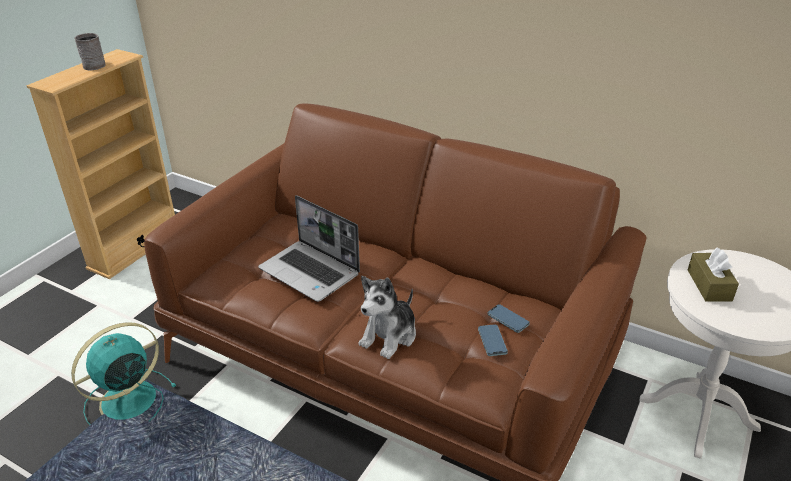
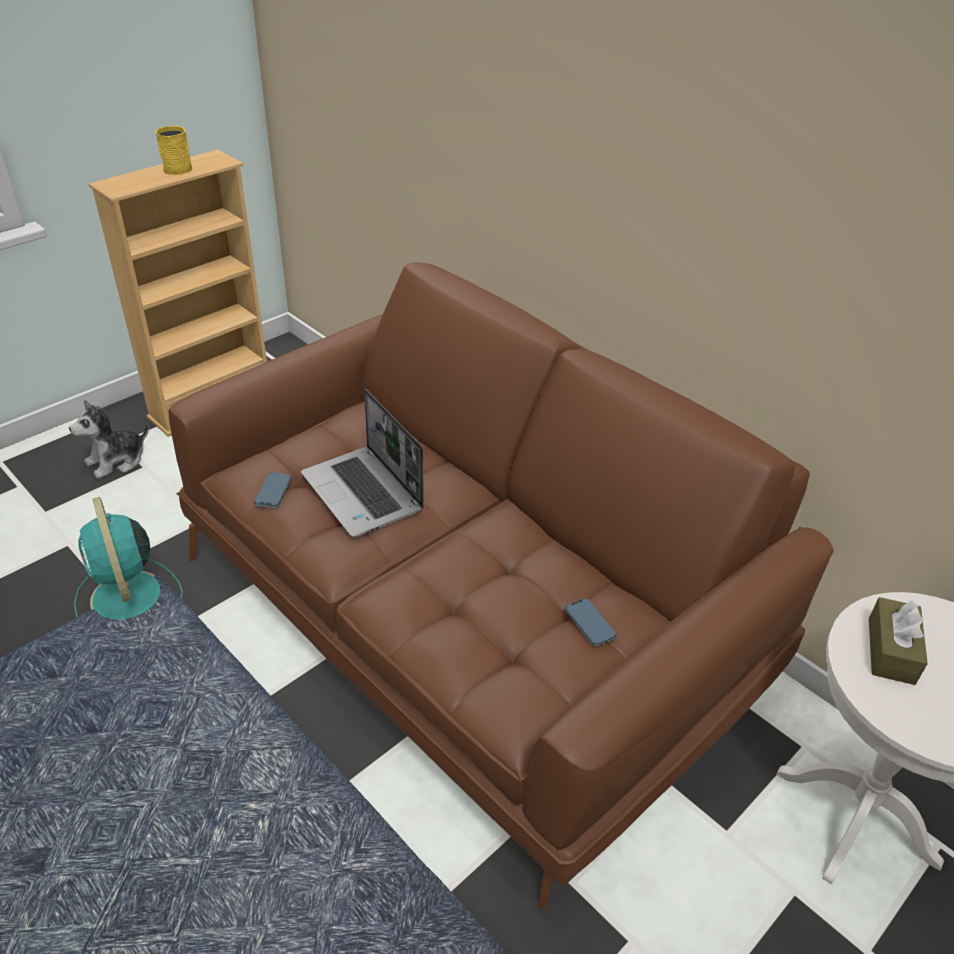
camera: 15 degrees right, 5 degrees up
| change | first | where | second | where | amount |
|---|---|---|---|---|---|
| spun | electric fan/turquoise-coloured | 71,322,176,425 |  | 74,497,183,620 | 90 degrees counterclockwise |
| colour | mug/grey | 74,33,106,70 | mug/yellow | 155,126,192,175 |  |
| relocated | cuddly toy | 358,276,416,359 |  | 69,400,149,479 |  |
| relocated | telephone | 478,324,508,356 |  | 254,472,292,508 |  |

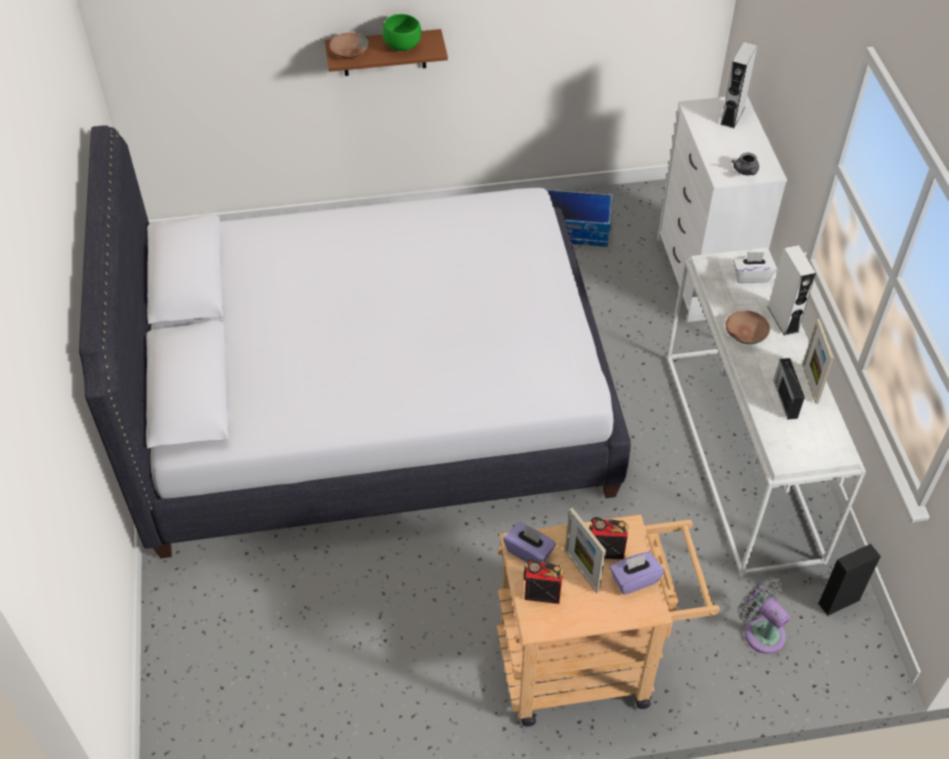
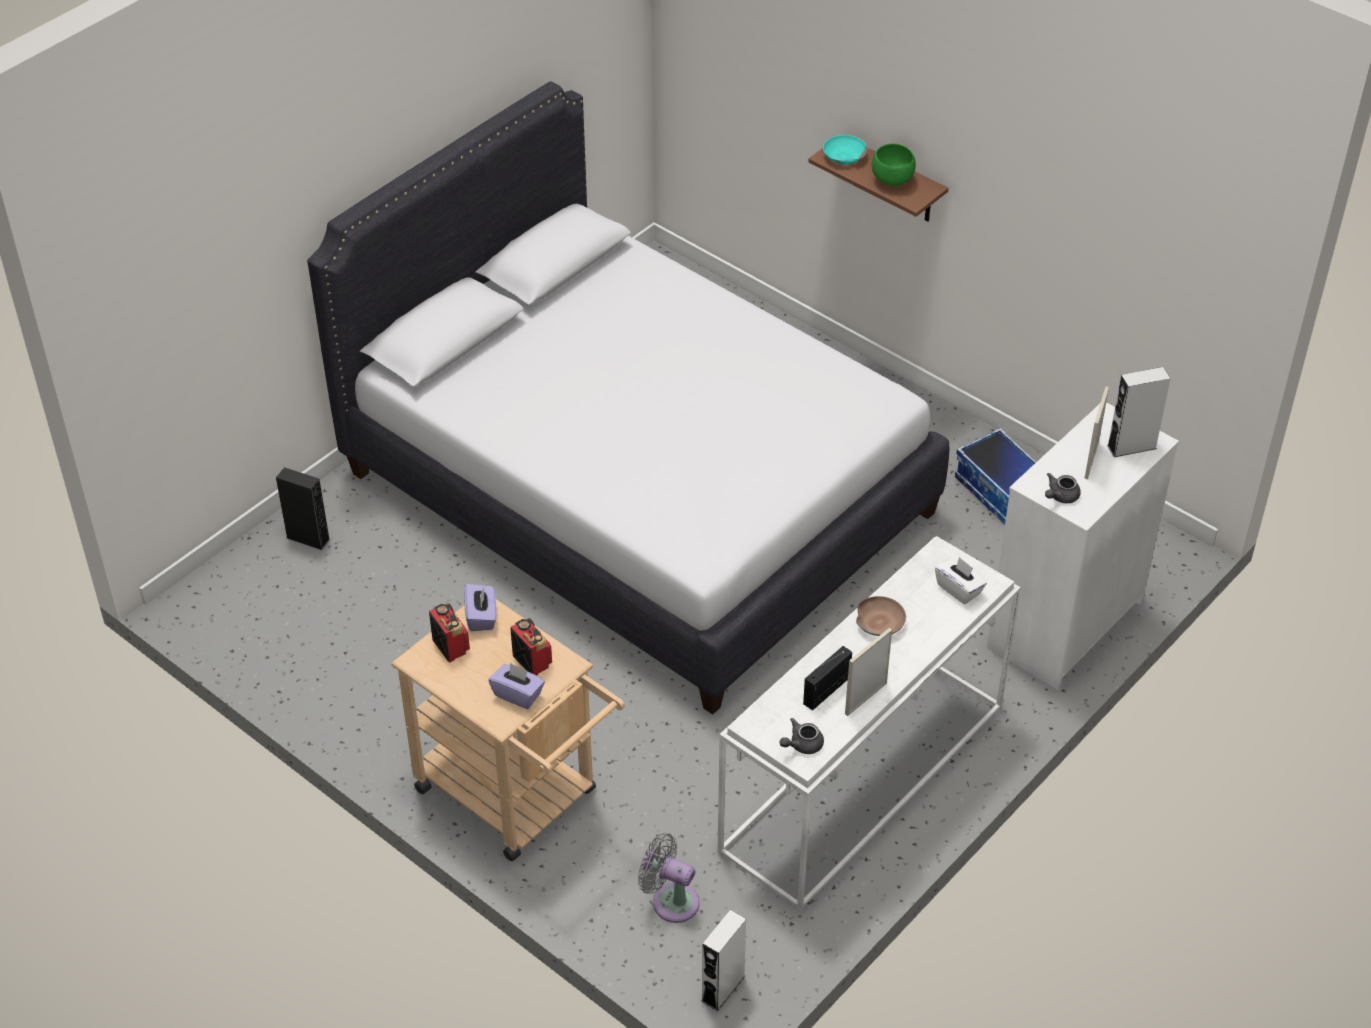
camera: 50 degrees right, 5 degrees down
| change | first | where | second | where | amount |
|---|---|---|---|---|---|
| colour | deep dish/brownish | 329,32,369,59 | deep dish/turquoise-coloured | 823,135,867,165 |  |
| relocated | photo frame | 565,508,606,593 |  | 1084,387,1109,479 |  |
| spun | electric fan/grey | 738,577,790,654 |  | 638,833,700,923 | 75 degrees counterclockwise |
| relocated | audio speaker/white-coloured | 767,245,816,335 |  | 701,910,746,1011 |  |
| relocated | audio speaker/black | 818,544,881,616 |  | 276,467,330,550 |  |
| appeared |  |  | teapot/grey | 779,718,824,754 |  |

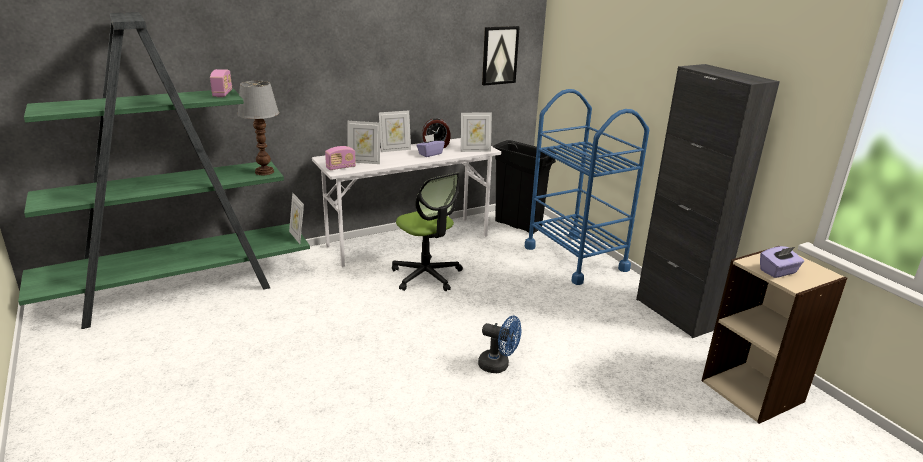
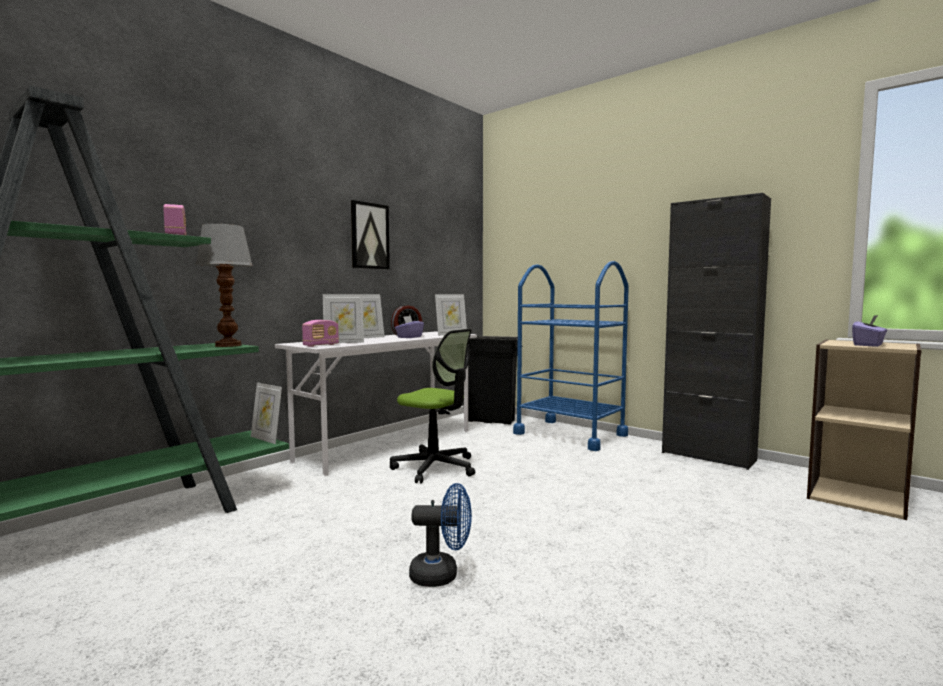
camera: 20 degrees left, 20 degrees down
| change | first | where | second | where | amount |
|---|---|---|---|---|---|
| relocated | electric fan/bluish | 478,316,522,373 |  | 409,483,472,587 |  |
| relocated | wall picture | 482,26,520,85 |  | 351,200,390,269 |  |

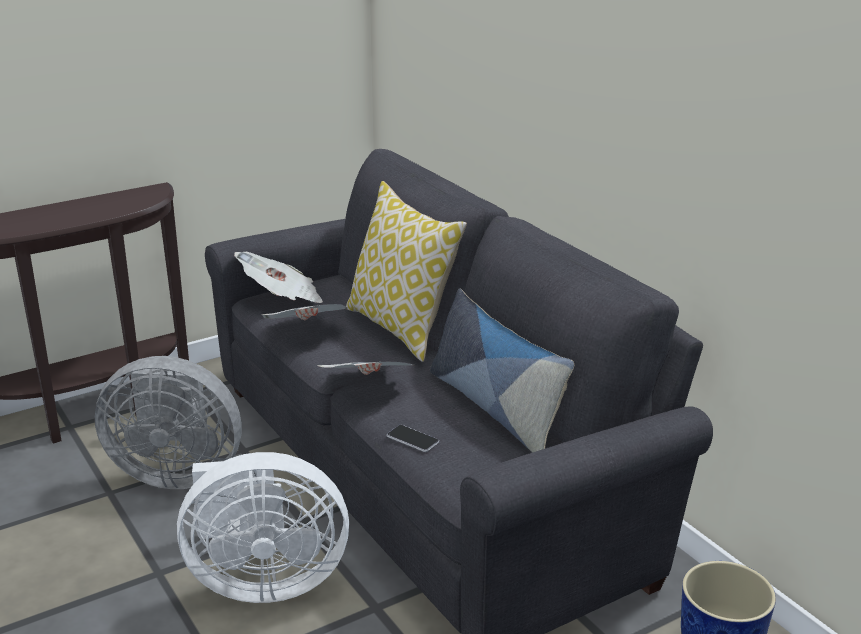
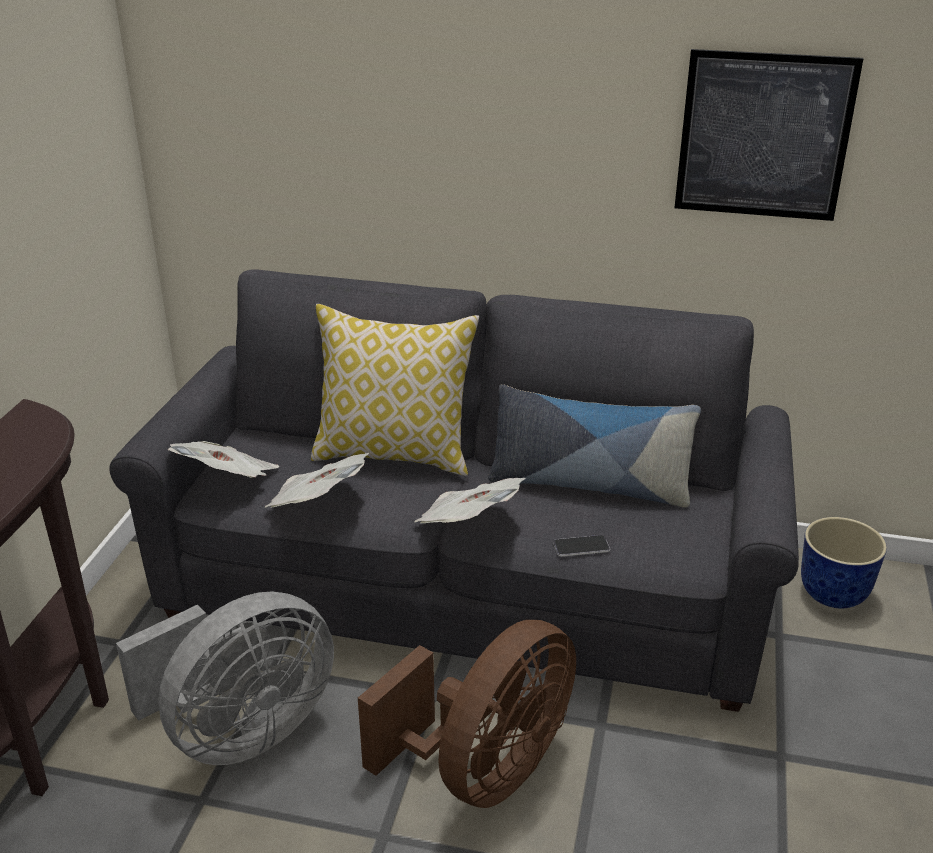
camera: 45 degrees left, 5 degrees up
| change | first | where | second | where | amount |
|---|---|---|---|---|---|
| colour | electric fan/white-coloured | 177,452,349,603 | electric fan/brownish | 358,620,576,808 |  |
| appeared |  |  | wall picture | 674,49,863,221 |  |

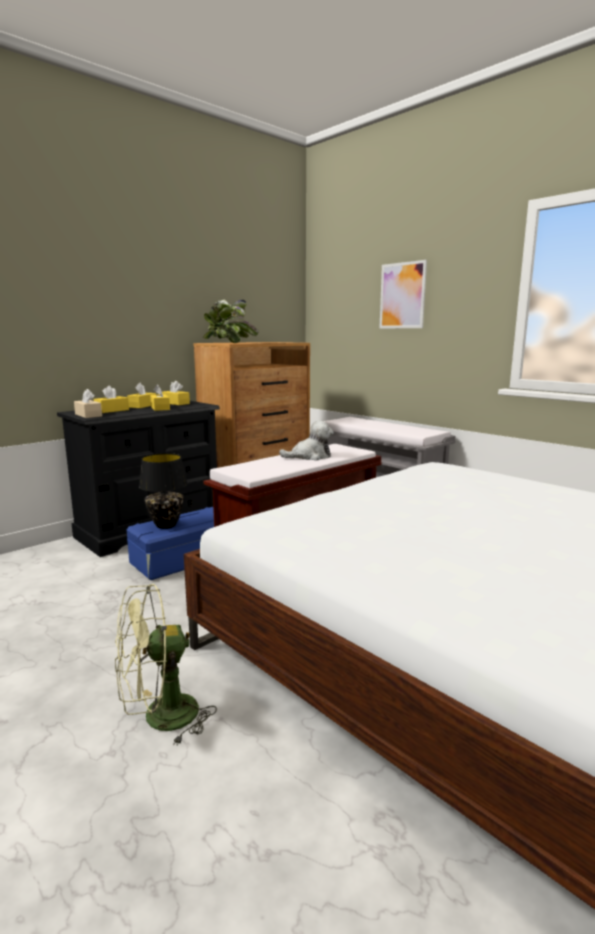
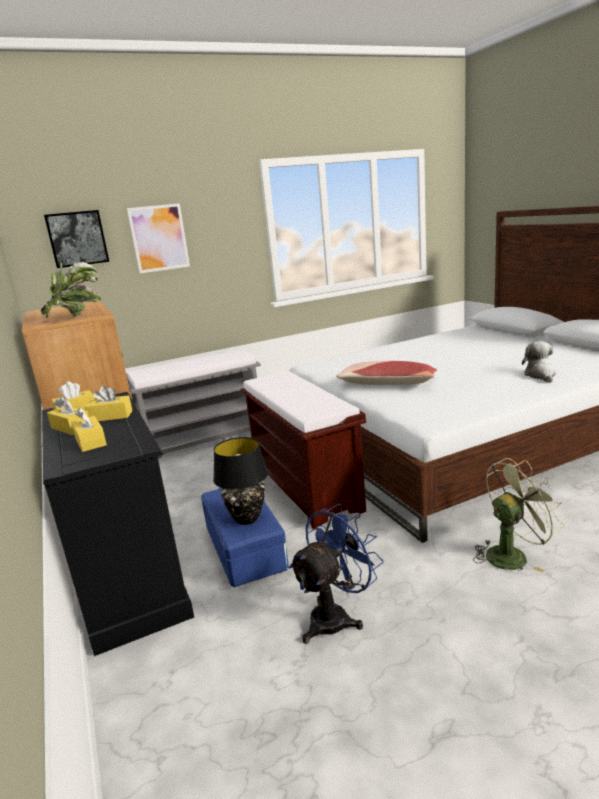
camera: 70 degrees left, 5 degrees up
| change | first | where | second | where | amount |
|---|---|---|---|---|---|
| missing | tissue holder/beige | 74,389,102,418 |  |  |  |
| spun | electric fan/green | 115,584,217,746 |  | 473,458,564,573 | 105 degrees counterclockwise |
| relocated | cuddly toy | 279,421,334,461 |  | 522,341,556,383 |  |
| appeared |  |  | wall picture | 44,210,109,268 |  |
| appeared |  |  | electric fan/bluish | 289,504,384,644 |  |
| appeared |  |  | cushion | 336,361,438,385 |  |

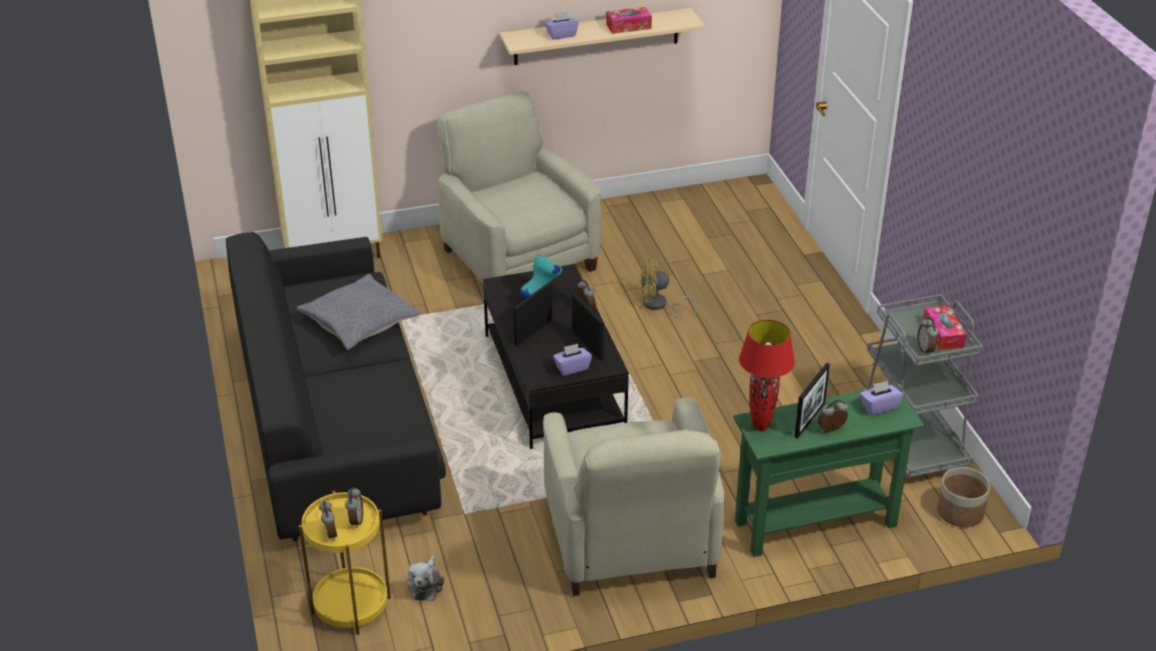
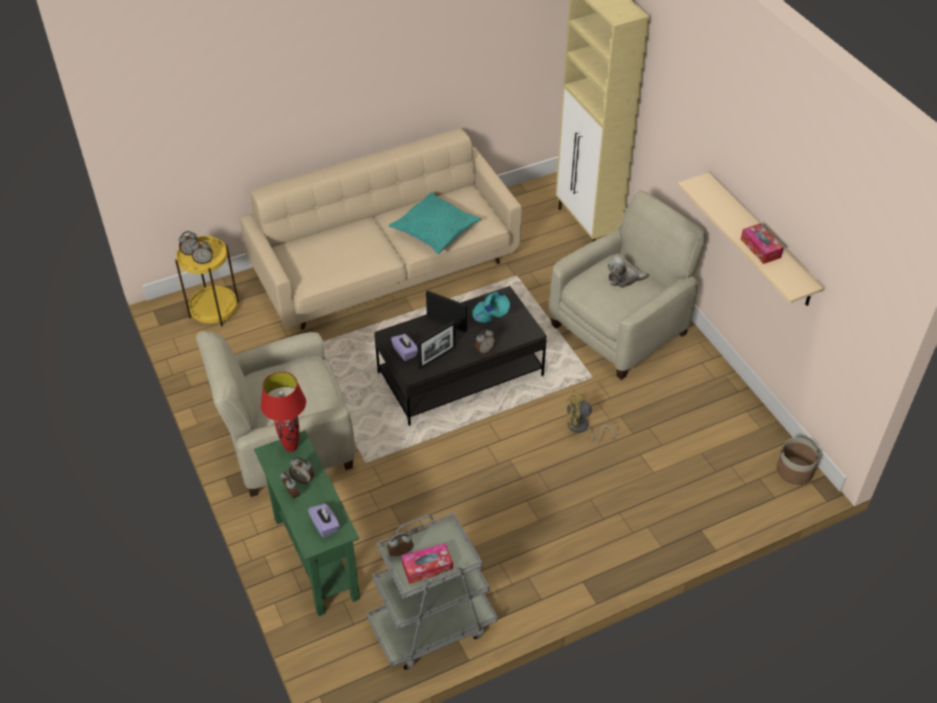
camera: 80 degrees right, 10 degrees up
| change | first | where | second | where | amount |
|---|---|---|---|---|---|
| colour | settee/black | 226,232,446,541 | settee/beige | 240,129,522,330 |  |
| colour | cushion/grey | 297,274,421,350 | cushion/turquoise-coloured | 389,192,481,254 |  |
| relocated | cuddly toy | 407,555,444,601 |  | 608,256,648,288 |  |
| missing | tissue holder/purple | 545,11,579,40 |  |  |  |
| spun | electric fan/yellow | 640,258,697,317 |  | 566,389,615,443 | 75 degrees counterclockwise |
| exchanged | photo frame | 794,362,830,438 | bedside clock | 289,457,314,484 |  |
| relocated | planter | 937,467,990,527 |  | 777,438,820,485 |  |

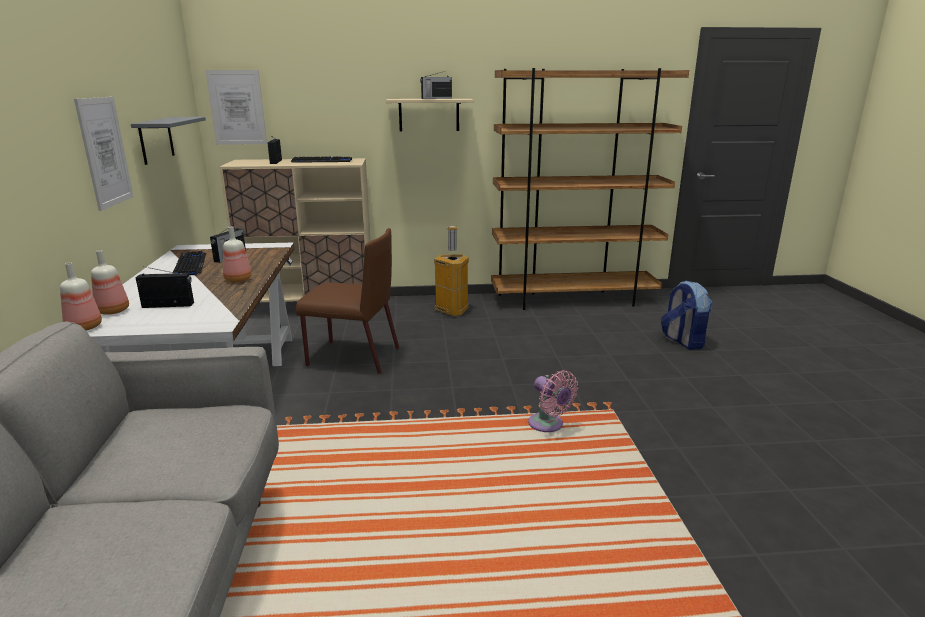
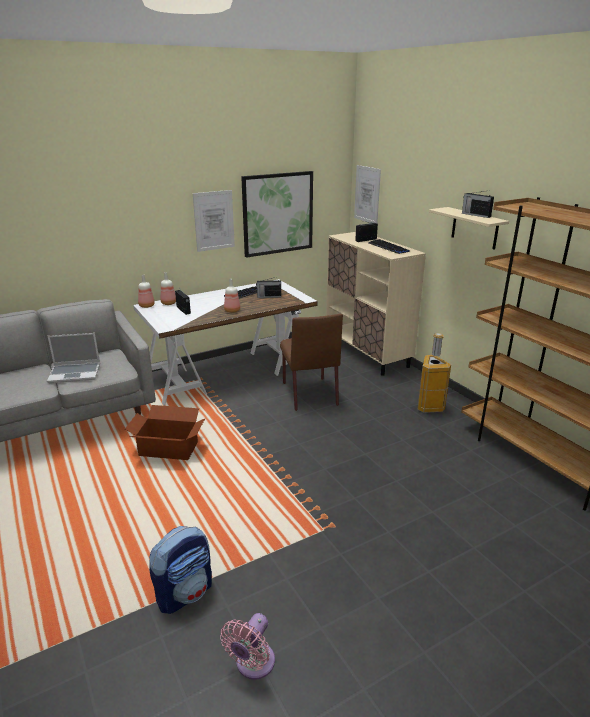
camera: 65 degrees right, 5 degrees up
| change | first | where | second | where | amount |
|---|---|---|---|---|---|
| exchanged | shelf/grey | 131,117,206,165 | wall picture | 241,171,313,258 |  |
| relocated | electric fan/pinkish | 528,370,578,432 |  | 220,613,275,680 |  |
| relocated | knapsack | 661,281,712,349 |  | 149,526,212,614 |  |
| appeared |  |  | laptop | 47,333,100,383 |  |
| appeared |  |  | cardboard box | 125,405,205,460 |  |

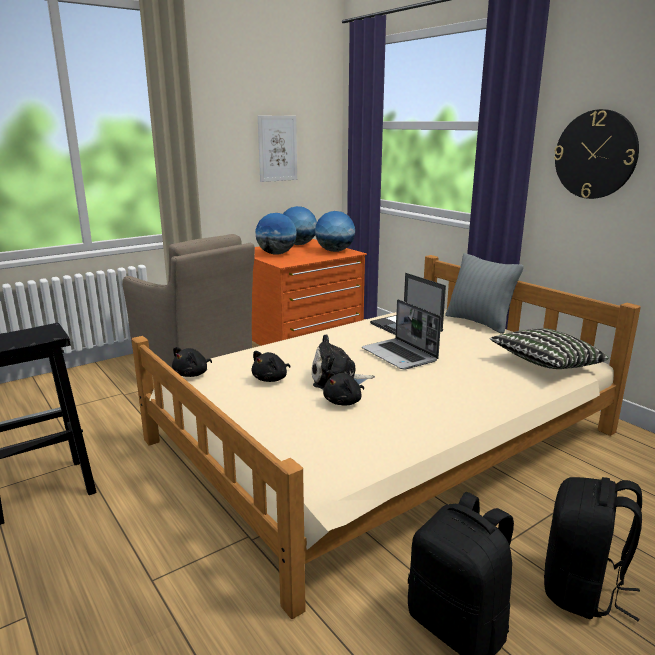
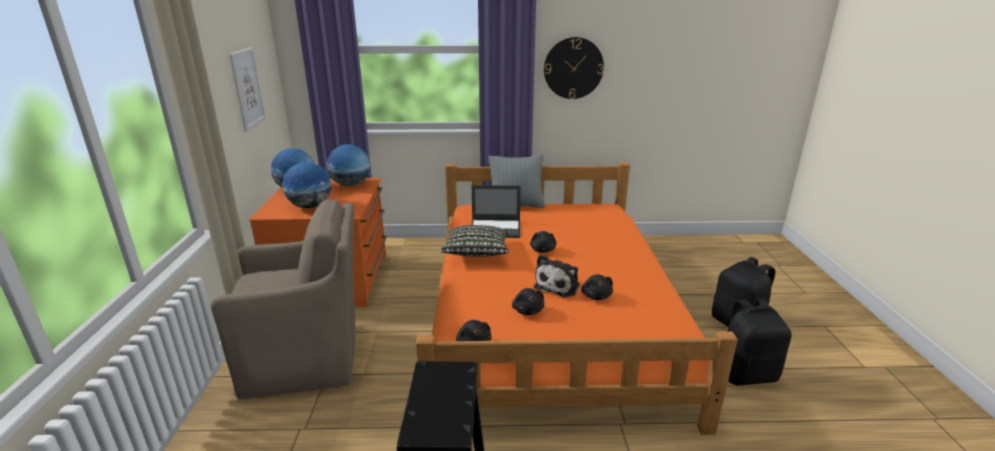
camera: 55 degrees left, 5 degrees up
| change | first | where | second | where | amount |
|---|---|---|---|---|---|
| colour | sleeping bed/beige | 132,255,641,619 | sleeping bed/orangey | 416,163,738,435 |  |
| exchanged | laptop | 362,299,441,370 | cuddly toy/black | 530,231,557,253 |  |
| relocated | cushion | 490,328,608,369 |  | 440,225,509,257 |  |

